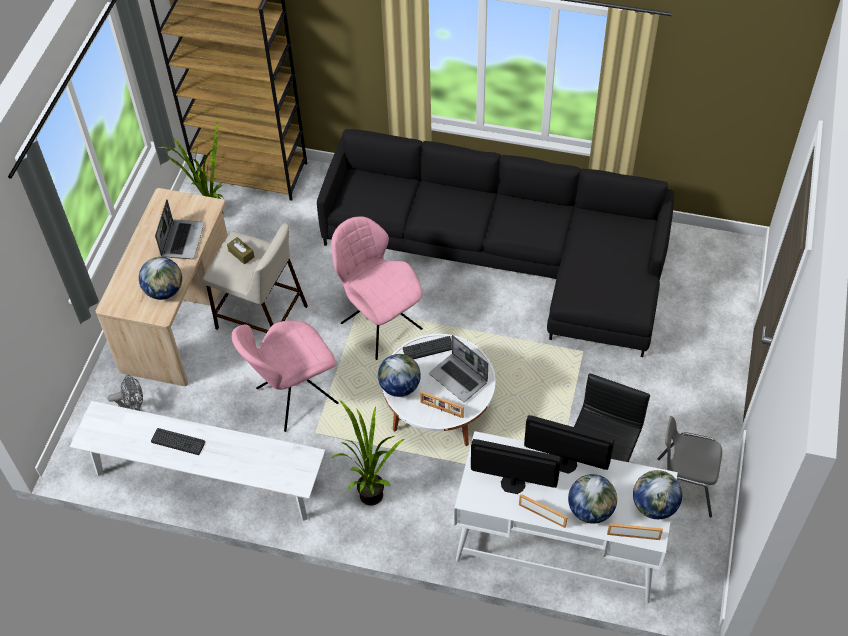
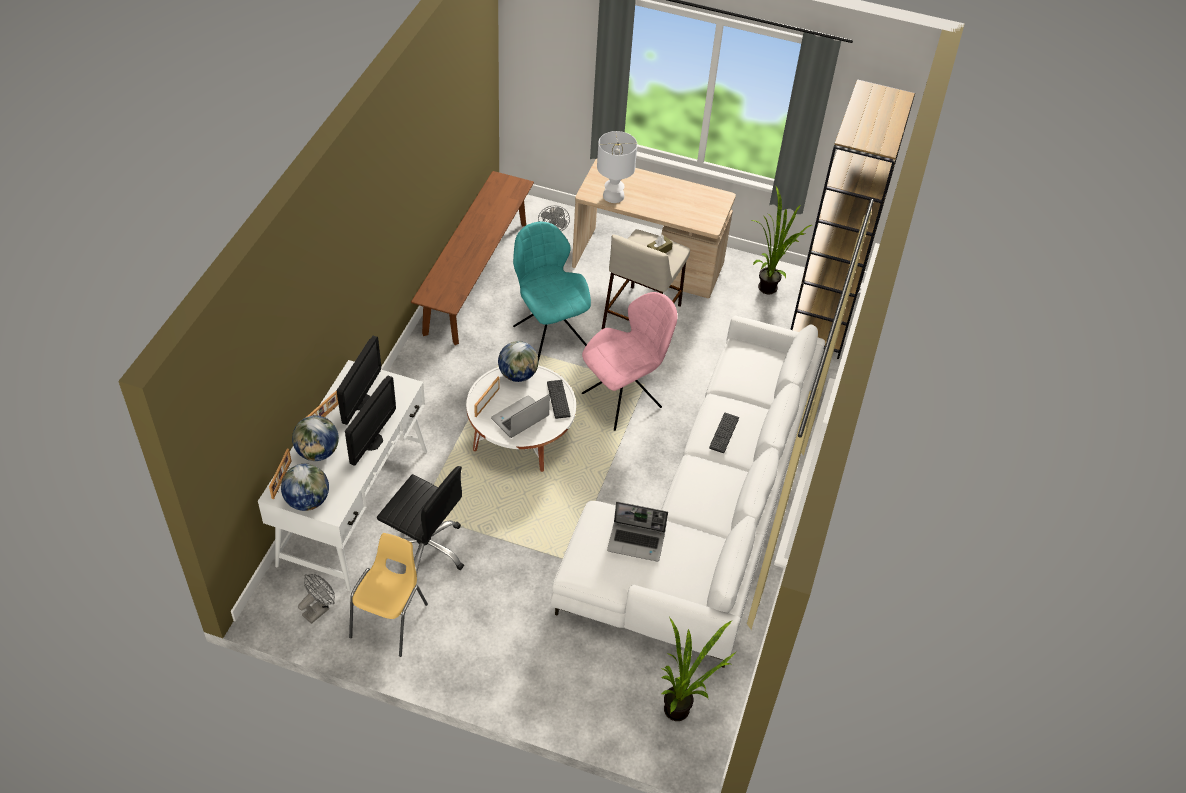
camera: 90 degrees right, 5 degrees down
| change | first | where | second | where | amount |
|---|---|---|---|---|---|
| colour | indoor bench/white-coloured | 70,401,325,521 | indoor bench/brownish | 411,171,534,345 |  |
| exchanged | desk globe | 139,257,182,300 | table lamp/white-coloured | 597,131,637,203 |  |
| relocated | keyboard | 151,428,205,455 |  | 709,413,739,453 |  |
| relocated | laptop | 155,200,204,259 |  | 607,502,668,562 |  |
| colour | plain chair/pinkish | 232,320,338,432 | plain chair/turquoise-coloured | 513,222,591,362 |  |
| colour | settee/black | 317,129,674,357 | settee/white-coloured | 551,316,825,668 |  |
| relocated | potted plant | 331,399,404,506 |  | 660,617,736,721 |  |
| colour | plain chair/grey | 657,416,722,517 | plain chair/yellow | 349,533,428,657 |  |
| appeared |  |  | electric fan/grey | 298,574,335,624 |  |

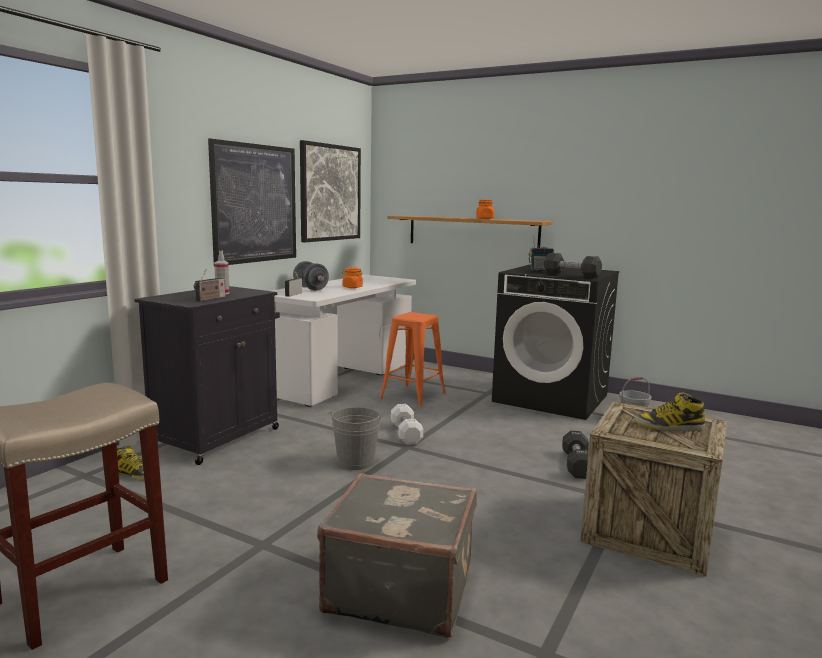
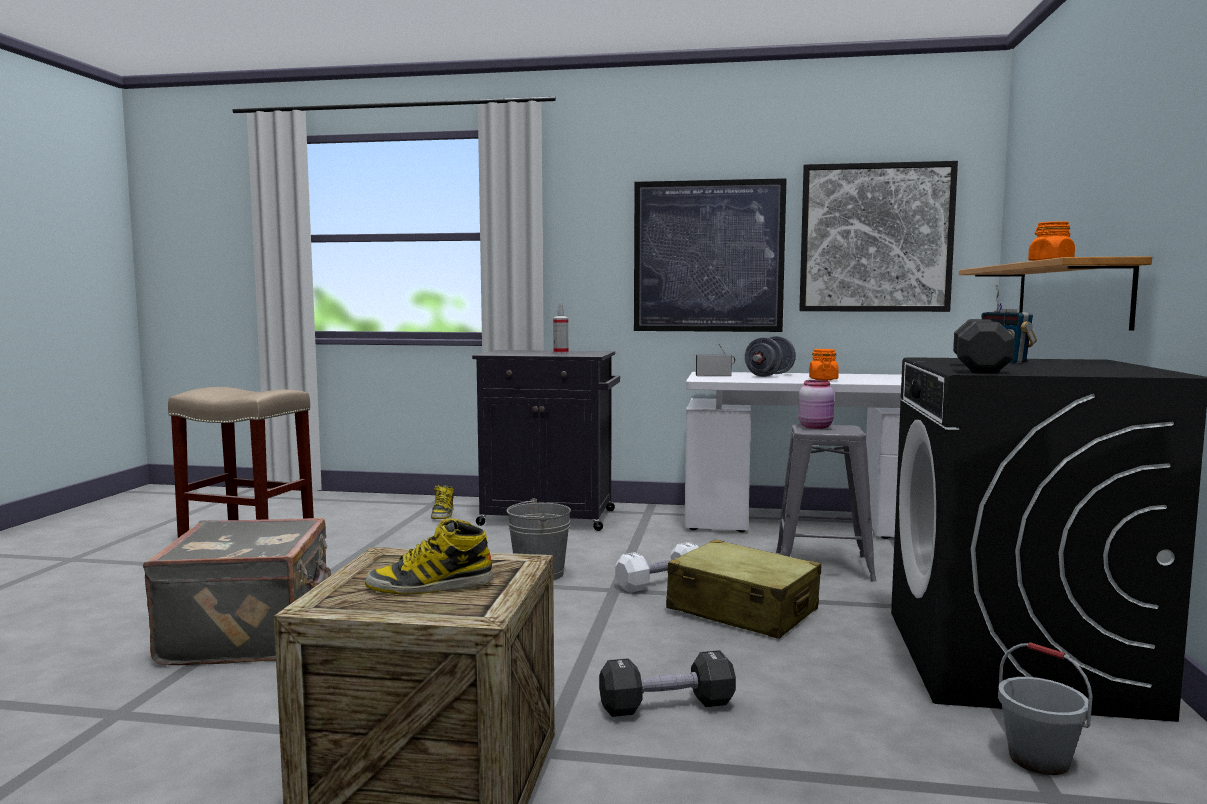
camera: 70 degrees right, 5 degrees down
| change | first | where | second | where | amount |
|---|---|---|---|---|---|
| missing | radio set | 194,270,225,301 |  |  |  |
| colour | stool/orangey | 380,312,446,407 | stool/grey | 776,424,876,582 |  |
| spun | high-top boot | 634,392,705,431 |  | 365,518,493,594 | 90 degrees counterclockwise |
| appeared |  |  | travel case/beige | 666,539,821,639 |  |
| appeared |  |  | preserve jar/pinkish | 798,380,835,429 |  |

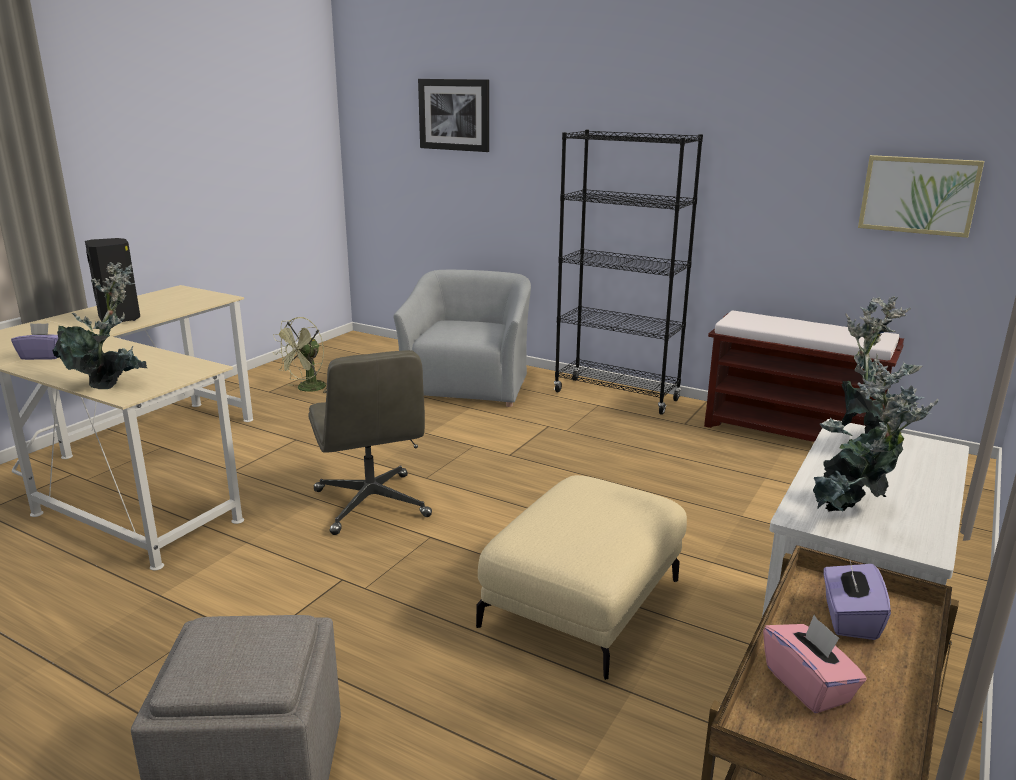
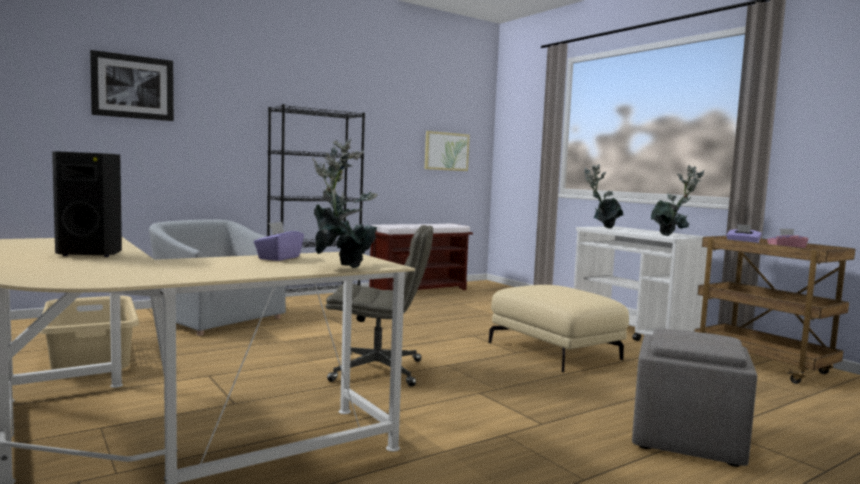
camera: 65 degrees left, 15 degrees down
| change | first | where | second | where | amount |
|---|---|---|---|---|---|
| relocated | tissue holder/purple | 11,323,58,360 |  | 254,222,304,261 |  |
| exchanged | electric fan/green | 272,317,327,393 | laundry basket/beige | 40,296,139,370 |  |

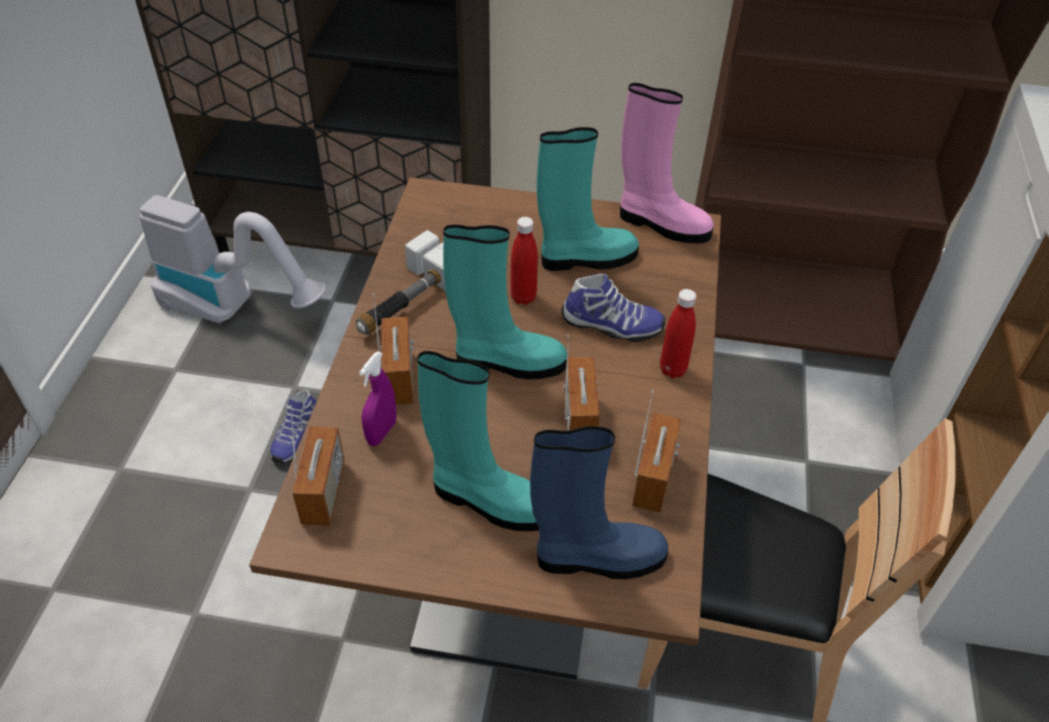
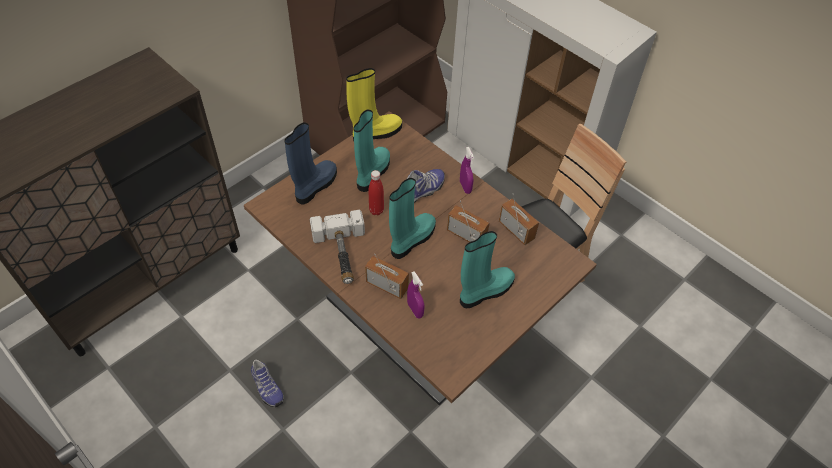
camera: 55 degrees left, 5 degrees up
| change | first | where | second | where | amount |
|---|---|---|---|---|---|
| missing | hoover | 139,195,326,324 |  |  |  |
| missing | radio set | 290,405,344,526 |  |  |  |
| relocated | high-top boot/bluish | 530,426,668,579 |  | 284,122,337,204 |  |
| colour | high-top boot/pinkish | 620,83,714,243 | high-top boot/yellow | 346,68,402,141 |  |
| exchanged | beverage bottle/reddish | 660,289,696,378 | spray bottle/purple | 460,147,474,194 |  |

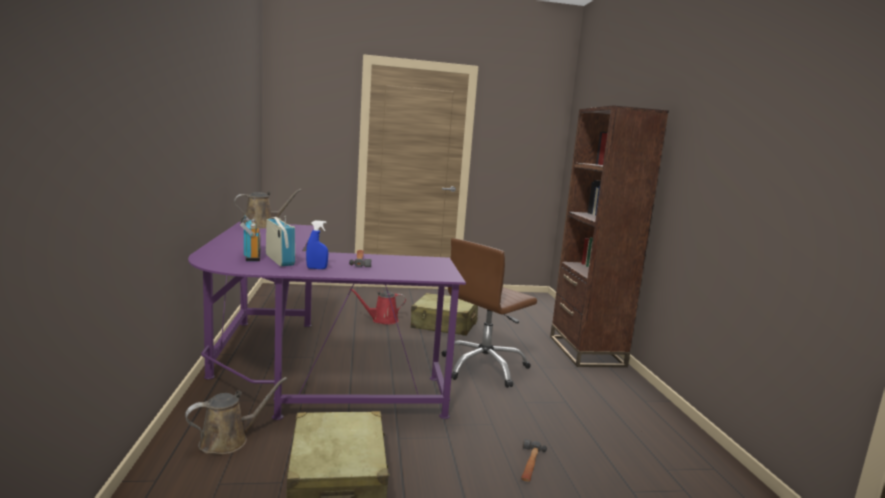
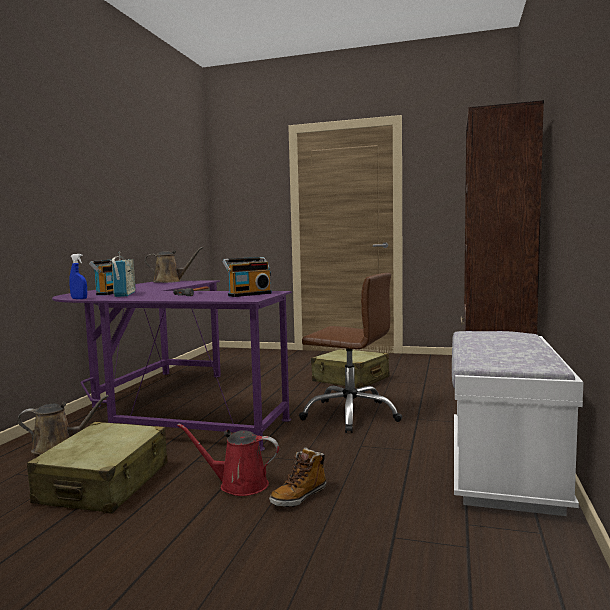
camera: 25 degrees right, 5 degrees down
| change | first | where | second | where | amount |
|---|---|---|---|---|---|
| relocated | spray bottle/bluish | 306,220,328,269 |  | 69,254,87,299 |  |
| relocated | watering can/reddish | 350,288,406,325 |  | 177,423,279,496 |  |
| spun | computer chair/brownish | 442,238,537,388 |  | 299,273,402,433 | 135 degrees counterclockwise |
| exchanged | hammer | 521,439,547,482 | high-top boot | 269,447,326,507 |  |
| appeared |  |  | radio set | 223,257,272,297 |  |
| appeared |  |  | indoor bench/white-coloured | 452,331,583,516 |  |

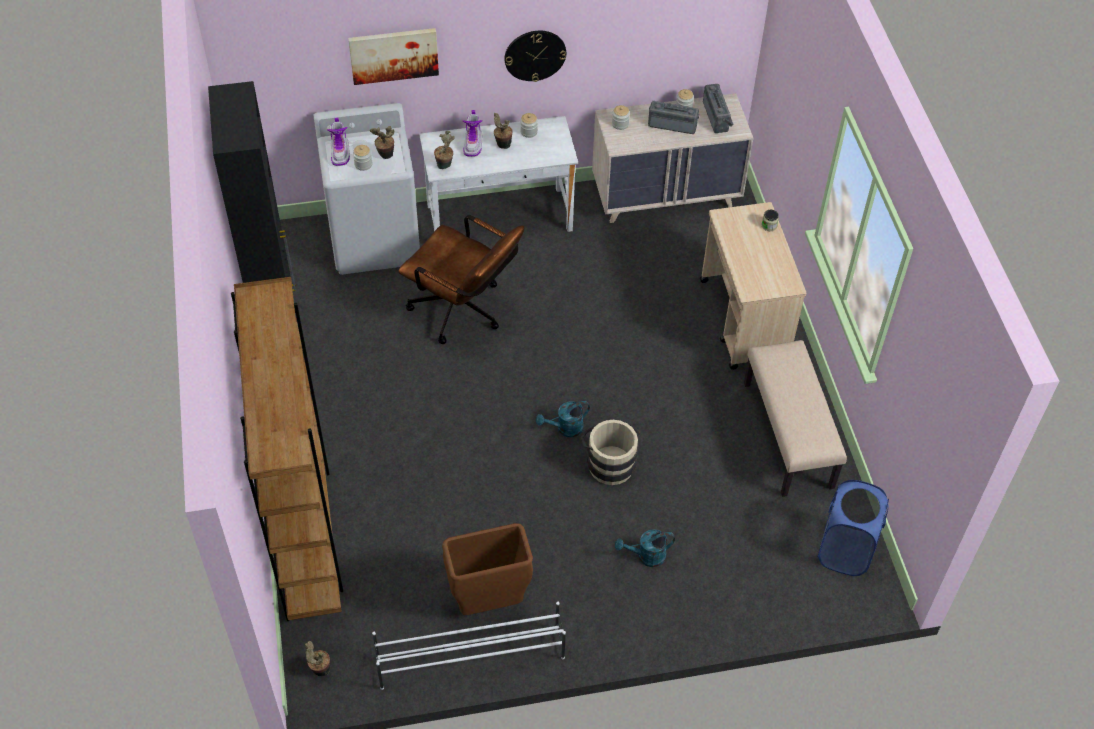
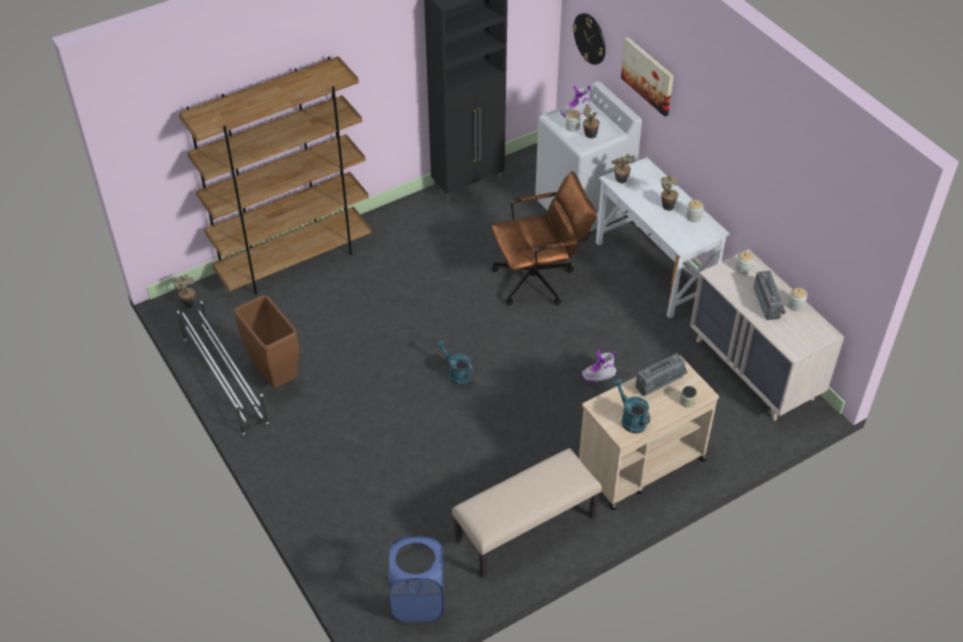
camera: 70 degrees right, 5 degrees down
| change | first | where | second | where | amount |
|---|---|---|---|---|---|
| spun | computer chair/brownish | 398,215,524,344 |  | 491,171,597,305 | 120 degrees counterclockwise |
| relocated | high-top boot | 463,110,483,157 |  | 581,350,616,382 |  |
| relocated | hanging clock | 505,31,566,82 |  | 572,13,606,65 |  |
| missing | bucket/beige | 580,420,640,485 |  |  |  |
| relocated | watering can/turquoise-coloured | 615,529,675,567 |  | 612,378,650,433 |  |
| relocated | radio set | 703,84,734,133 |  | 635,353,688,396 |  |

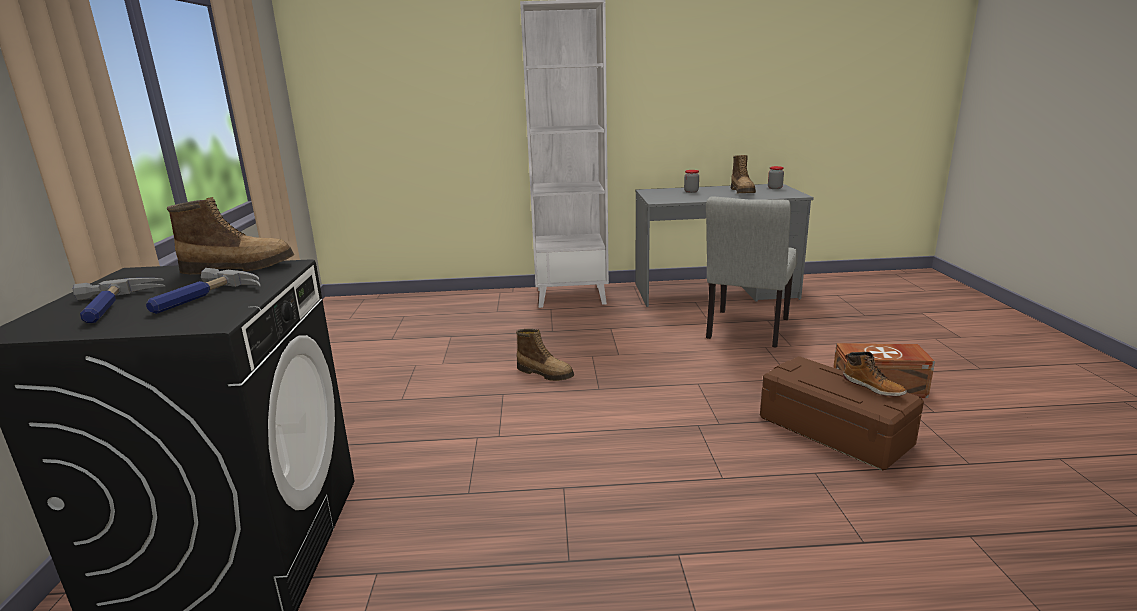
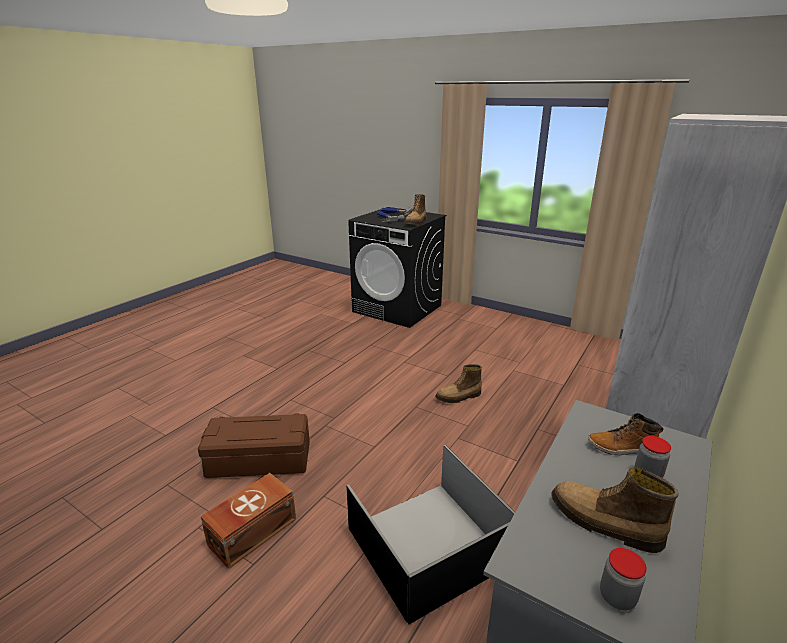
camera: 125 degrees right, 5 degrees up
| change | first | where | second | where | amount |
|---|---|---|---|---|---|
| exchanged | plain chair/grey | 706,196,798,348 | storage box/black | 346,445,515,625 |  |
| relocated | high-top boot | 843,352,907,397 |  | 588,413,663,455 |  |

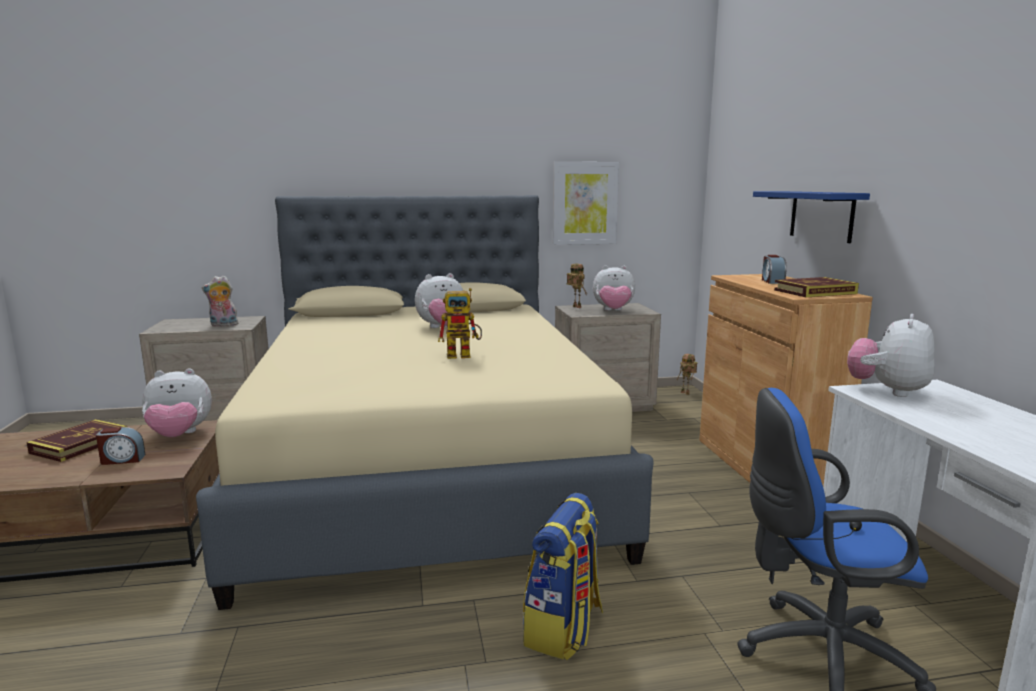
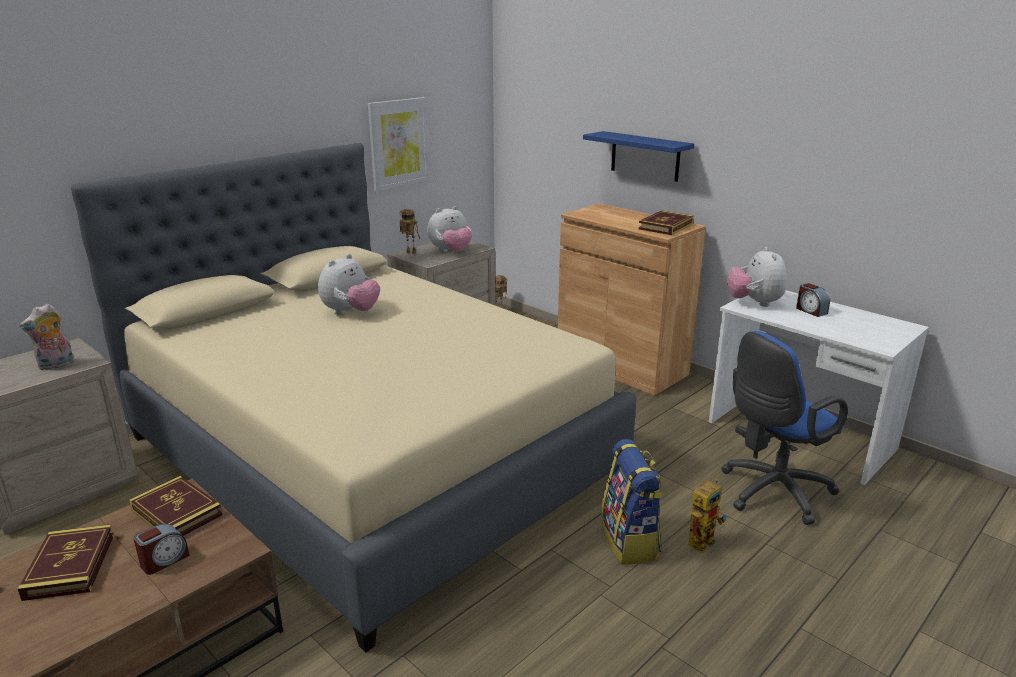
camera: 35 degrees left, 10 degrees up
| change | first | where | second | where | amount |
|---|---|---|---|---|---|
| exchanged | cuddly toy | 142,368,212,437 | book | 129,476,223,536 |  |
| relocated | toy robot | 438,288,482,359 |  | 688,478,726,553 |  |
| relocated | bedside clock | 762,255,787,284 |  | 796,283,830,317 |  |

